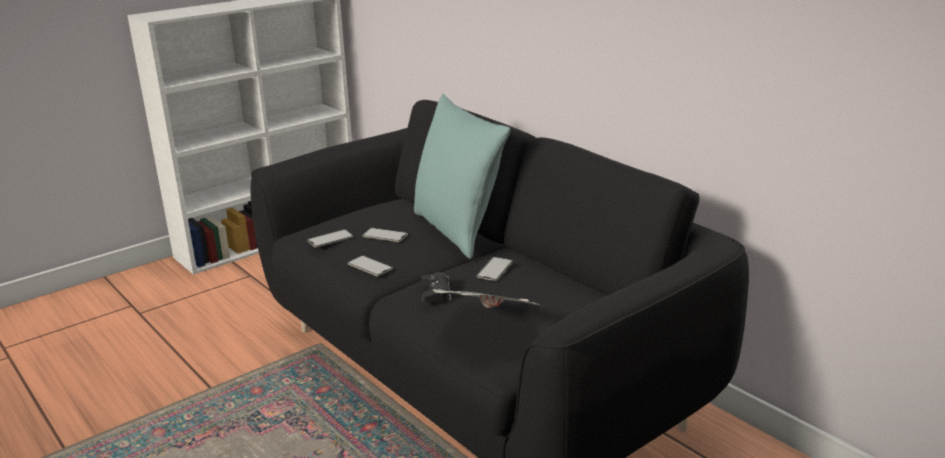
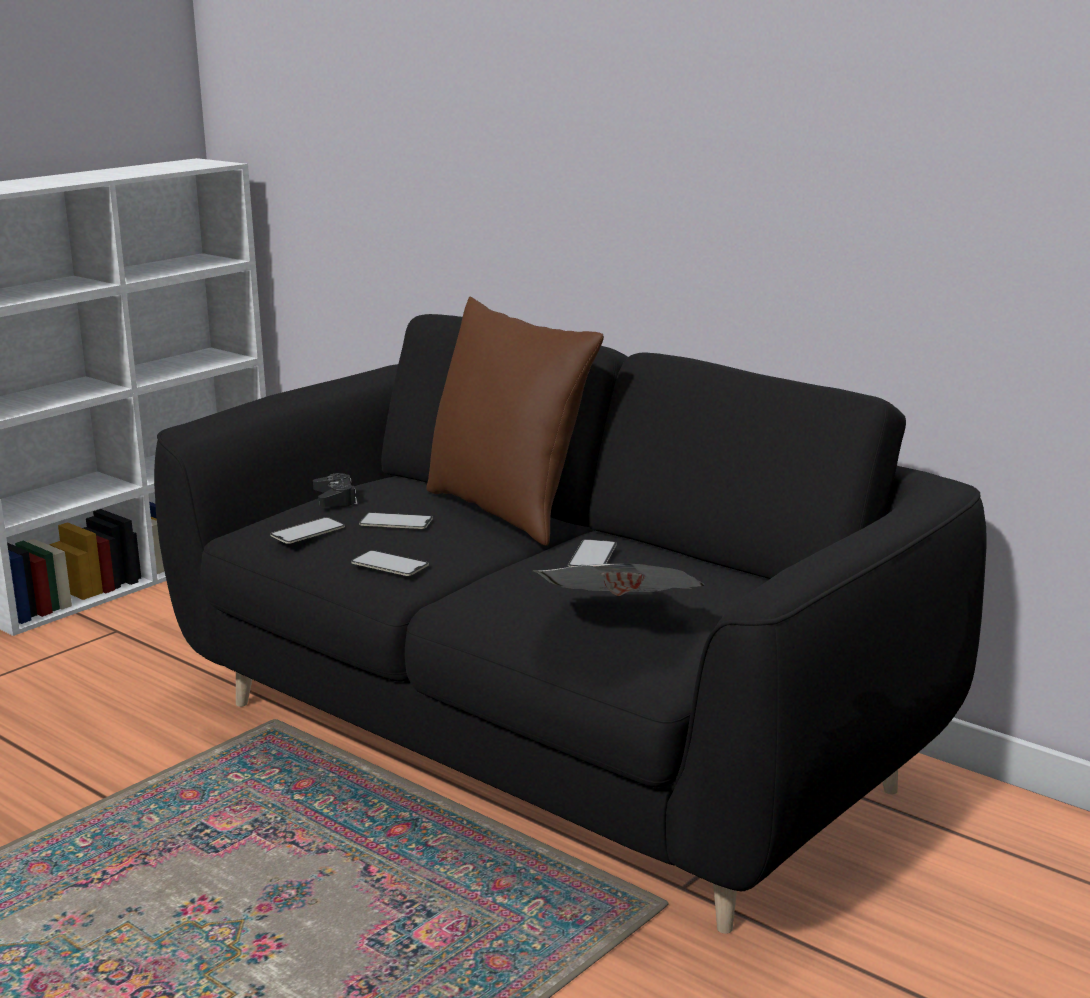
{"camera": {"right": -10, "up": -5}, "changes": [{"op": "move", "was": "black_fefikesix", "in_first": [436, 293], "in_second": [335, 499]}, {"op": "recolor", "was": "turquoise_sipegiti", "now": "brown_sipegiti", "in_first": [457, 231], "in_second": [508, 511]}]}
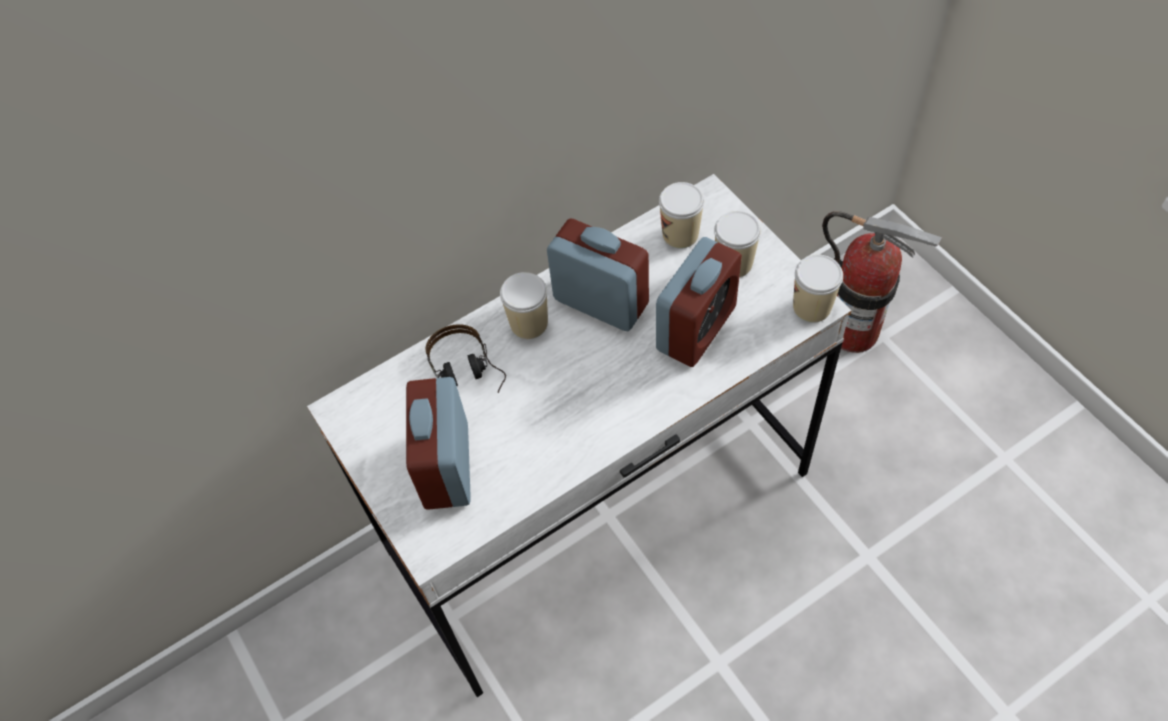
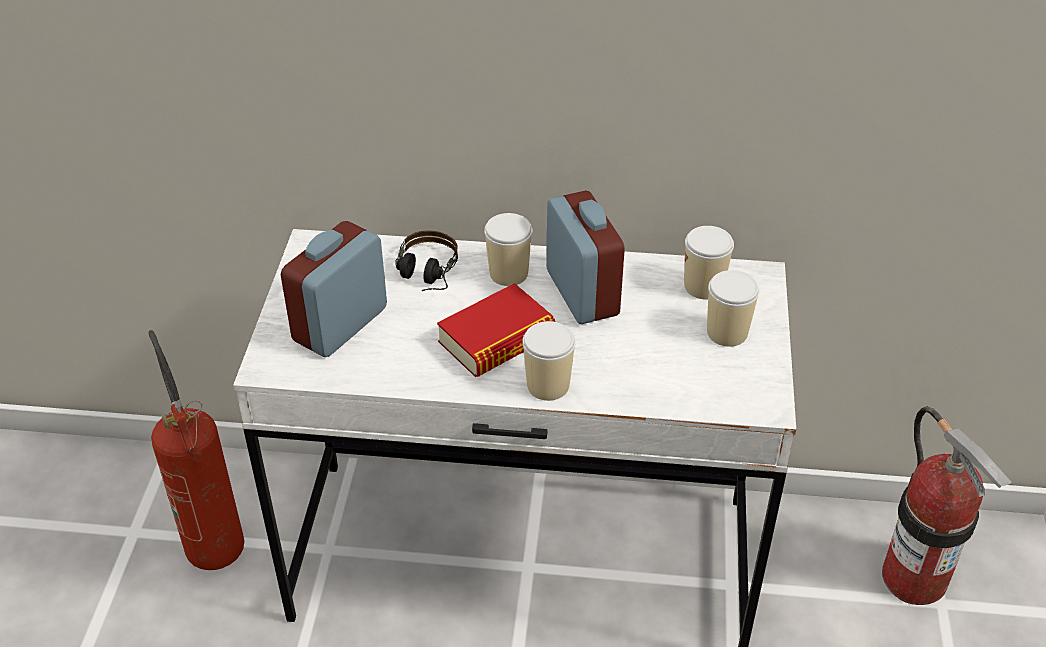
{"camera": {"right": 35, "up": -15}, "changes": [{"op": "delete", "was": "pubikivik", "in_first": [696, 328]}, {"op": "insert", "now": "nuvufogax", "in_second": [211, 537]}, {"op": "insert", "now": "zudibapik", "in_second": [497, 340]}, {"op": "move", "was": "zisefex", "in_first": [812, 307], "in_second": [548, 385]}]}
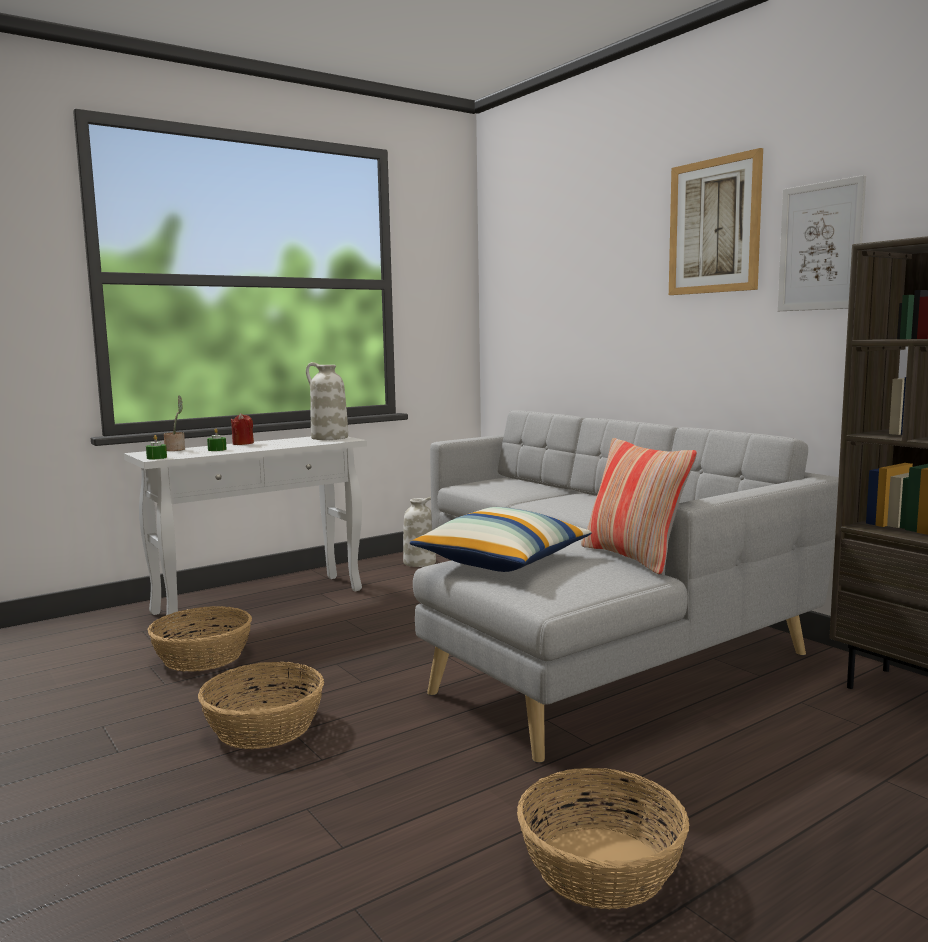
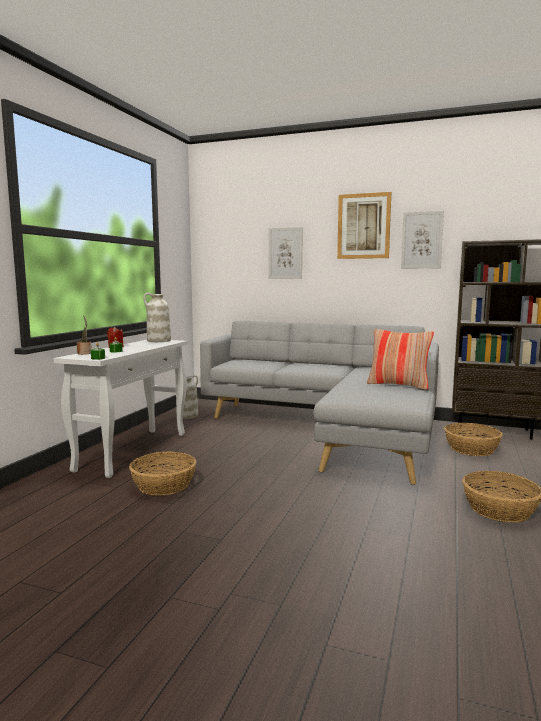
{"camera": {"right": -35, "up": 0}, "changes": [{"op": "delete", "was": "sipegiti", "in_first": [502, 562]}, {"op": "insert", "now": "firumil", "in_second": [285, 253]}, {"op": "move", "was": "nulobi", "in_first": [264, 727], "in_second": [471, 449]}]}
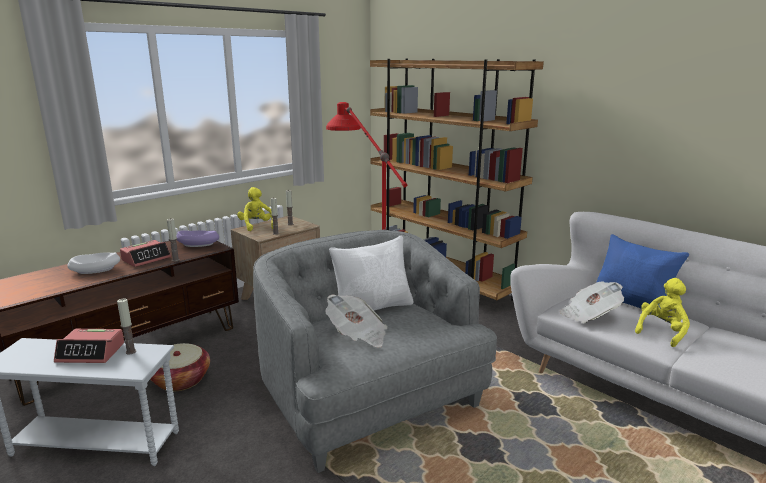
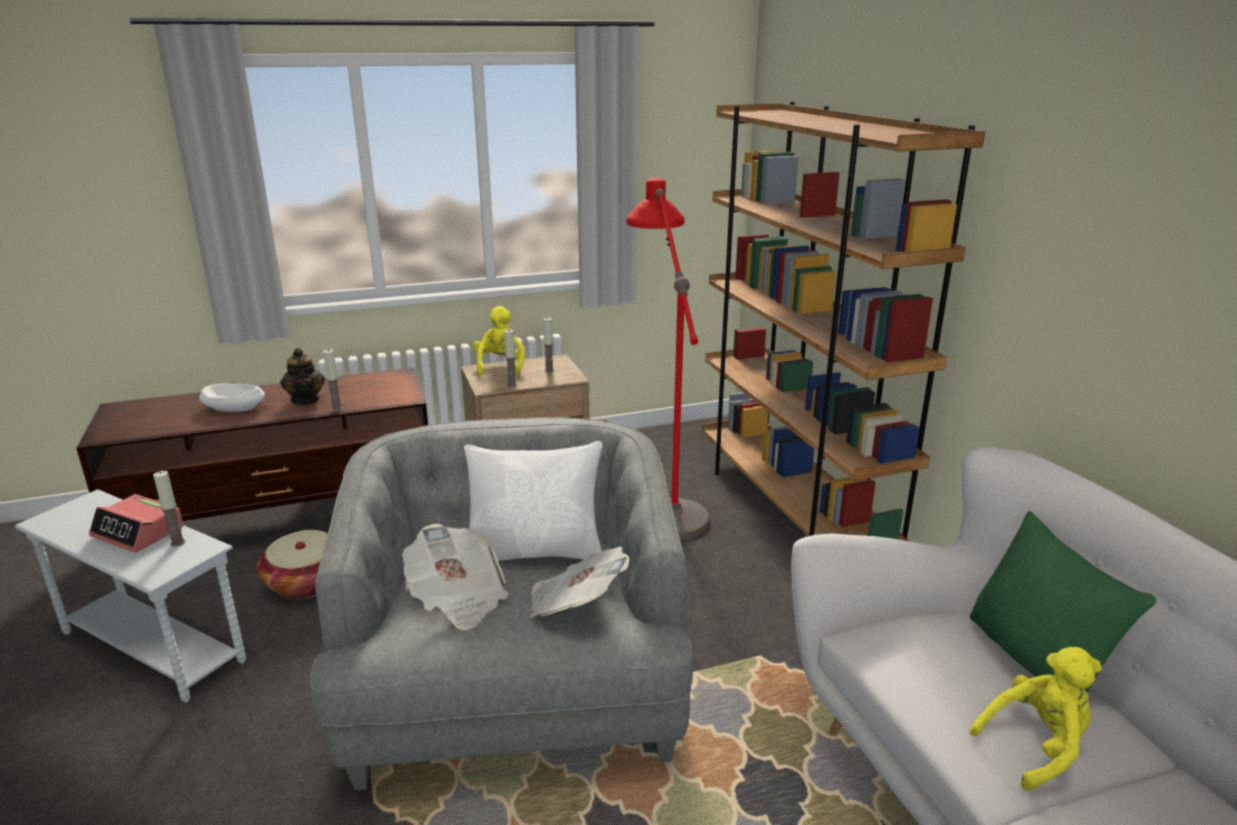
{"camera": {"right": 25, "up": 5}, "changes": [{"op": "delete", "was": "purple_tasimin", "in_first": [198, 245]}, {"op": "move", "was": "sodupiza", "in_first": [589, 315], "in_second": [576, 604]}, {"op": "replace", "was": "pubikivik", "now": "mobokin", "in_first": [146, 259], "in_second": [306, 400]}, {"op": "recolor", "was": "blue_sipegiti", "now": "green_sipegiti", "in_first": [632, 303], "in_second": [1036, 662]}]}
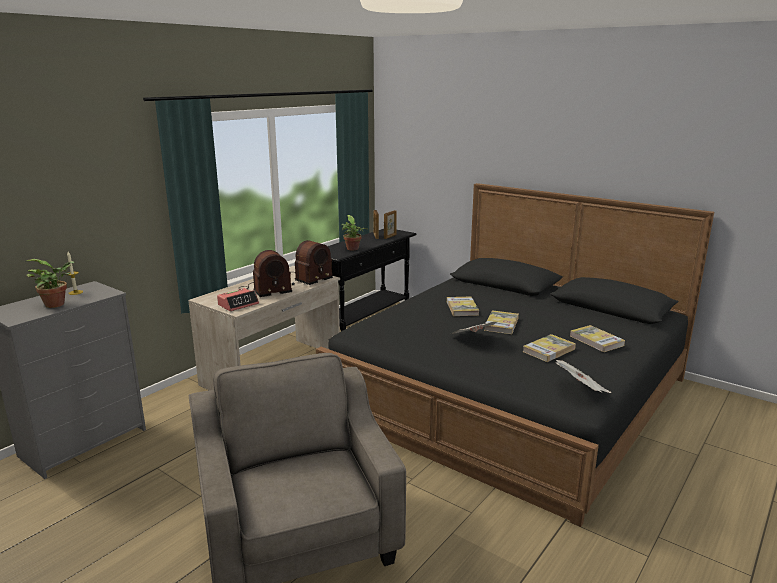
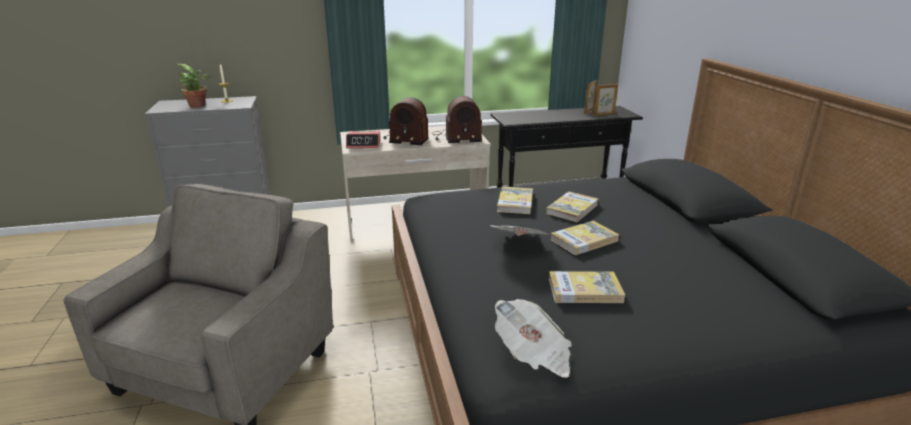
{"camera": {"right": 40, "up": 5}, "changes": [{"op": "delete", "was": "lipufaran", "in_first": [353, 249]}, {"op": "move", "was": "zudibapik", "in_first": [596, 341], "in_second": [515, 202]}]}
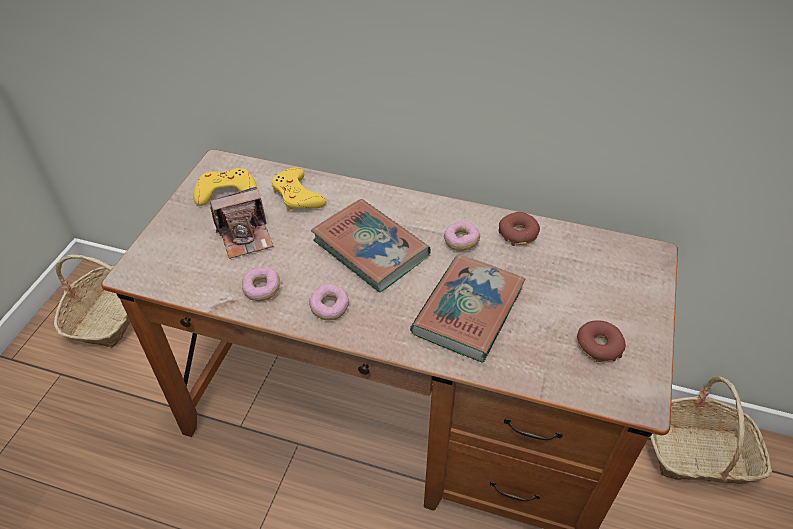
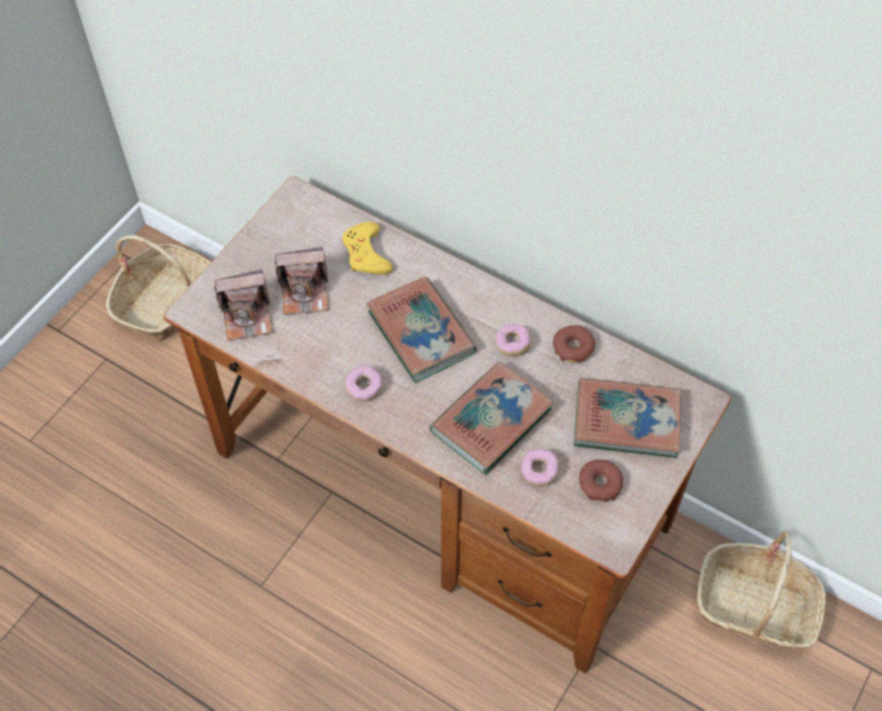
{"camera": {"right": 15, "up": 10}, "changes": [{"op": "delete", "was": "yellow_fefikesix", "in_first": [226, 192]}, {"op": "insert", "now": "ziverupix", "in_second": [247, 316]}, {"op": "insert", "now": "zudibapik", "in_second": [626, 421]}, {"op": "move", "was": "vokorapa", "in_first": [262, 289], "in_second": [539, 471]}]}
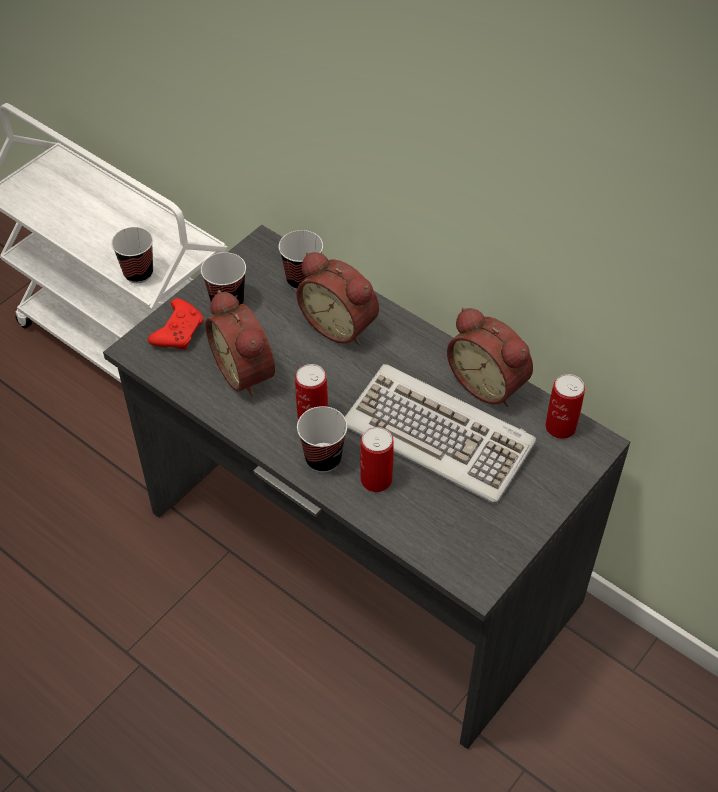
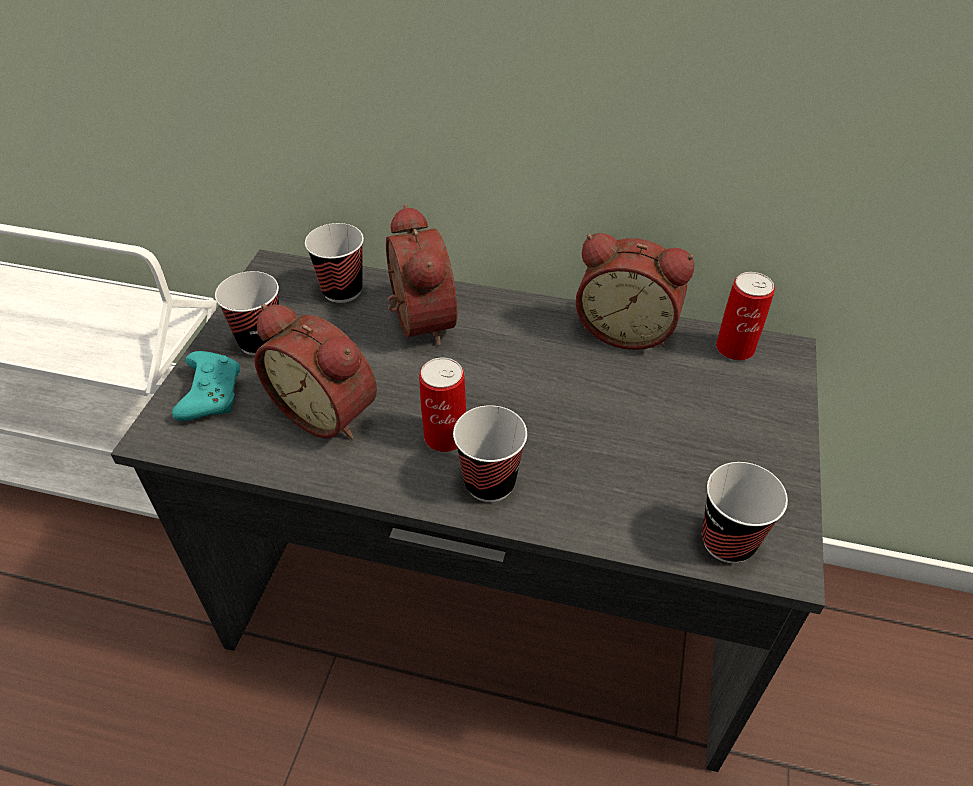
{"camera": {"right": -25, "up": -5}, "changes": [{"op": "delete", "was": "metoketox", "in_first": [439, 436]}, {"op": "delete", "was": "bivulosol", "in_first": [376, 479]}, {"op": "move", "was": "zisefex", "in_first": [138, 273], "in_second": [728, 541]}, {"op": "recolor", "was": "red_fefikesix", "now": "turquoise_fefikesix", "in_first": [179, 332], "in_second": [211, 394]}, {"op": "rotate", "was": "pubikivik", "in_first": [341, 324], "in_second": [416, 322], "clockwise": -120}]}
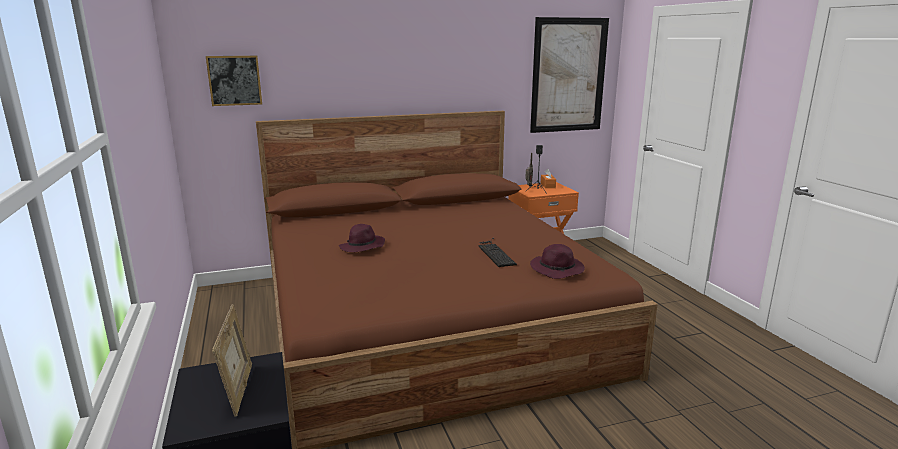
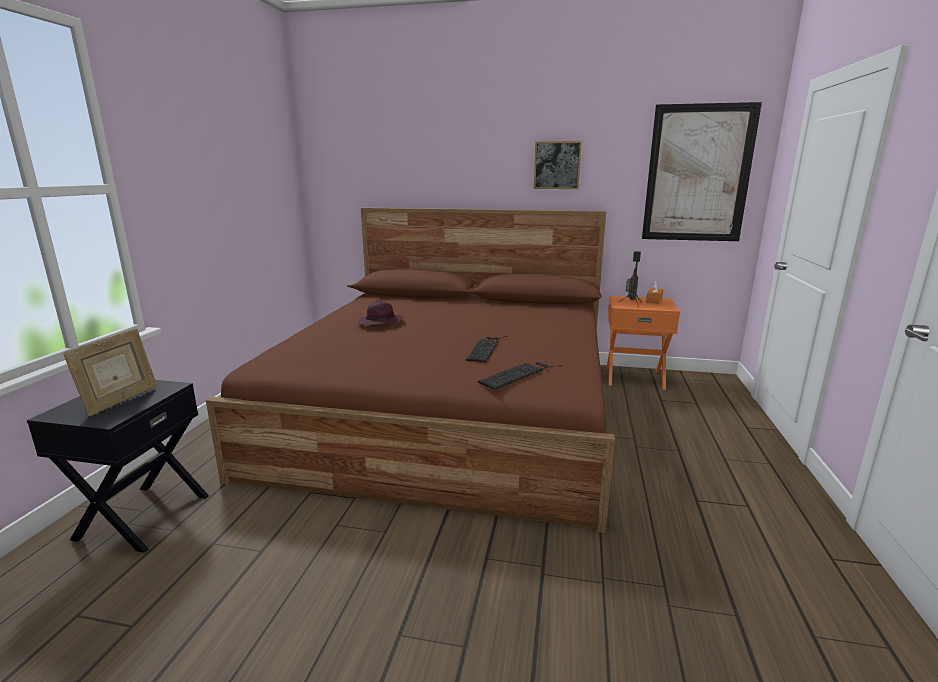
{"camera": {"right": 30, "up": 0}, "changes": [{"op": "move", "was": "firumil", "in_first": [234, 80], "in_second": [557, 165]}, {"op": "replace", "was": "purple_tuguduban", "now": "metoketox", "in_first": [558, 269], "in_second": [518, 374]}]}
